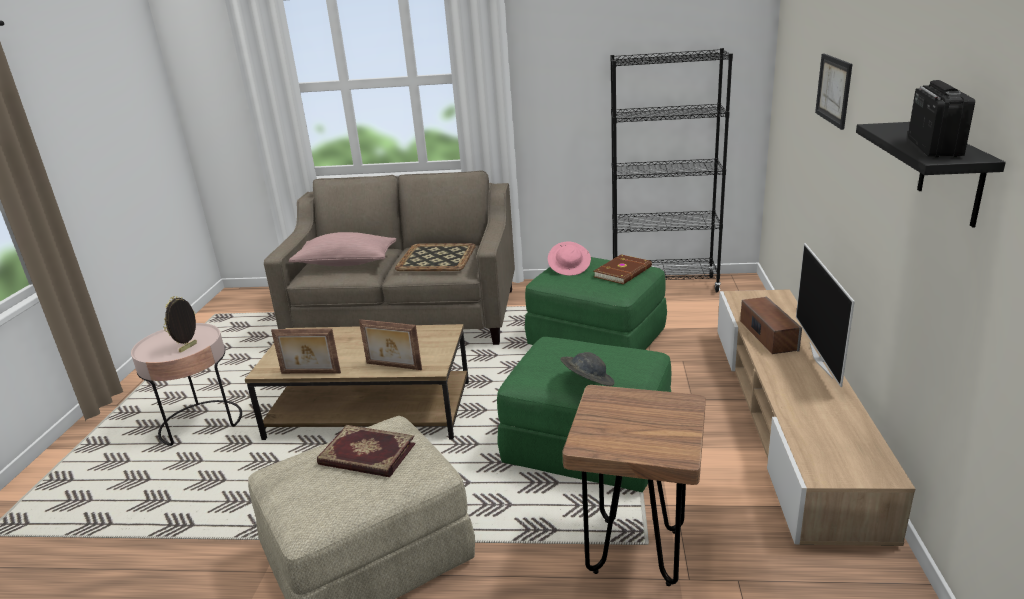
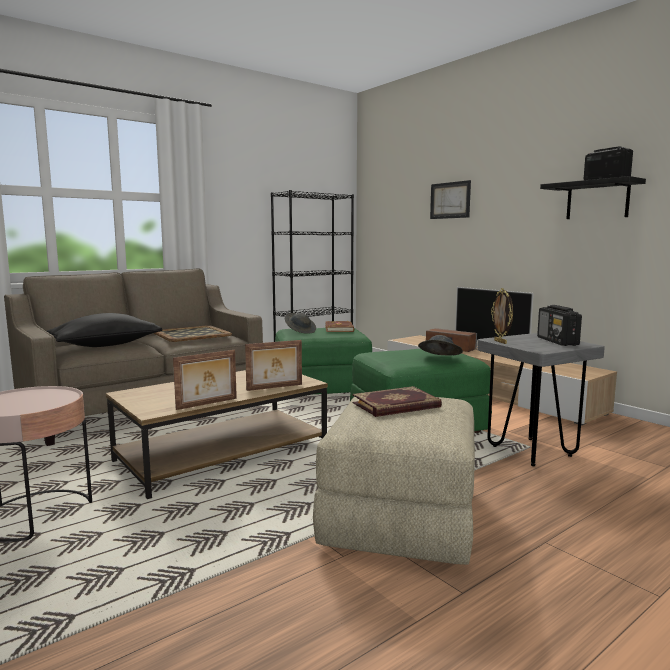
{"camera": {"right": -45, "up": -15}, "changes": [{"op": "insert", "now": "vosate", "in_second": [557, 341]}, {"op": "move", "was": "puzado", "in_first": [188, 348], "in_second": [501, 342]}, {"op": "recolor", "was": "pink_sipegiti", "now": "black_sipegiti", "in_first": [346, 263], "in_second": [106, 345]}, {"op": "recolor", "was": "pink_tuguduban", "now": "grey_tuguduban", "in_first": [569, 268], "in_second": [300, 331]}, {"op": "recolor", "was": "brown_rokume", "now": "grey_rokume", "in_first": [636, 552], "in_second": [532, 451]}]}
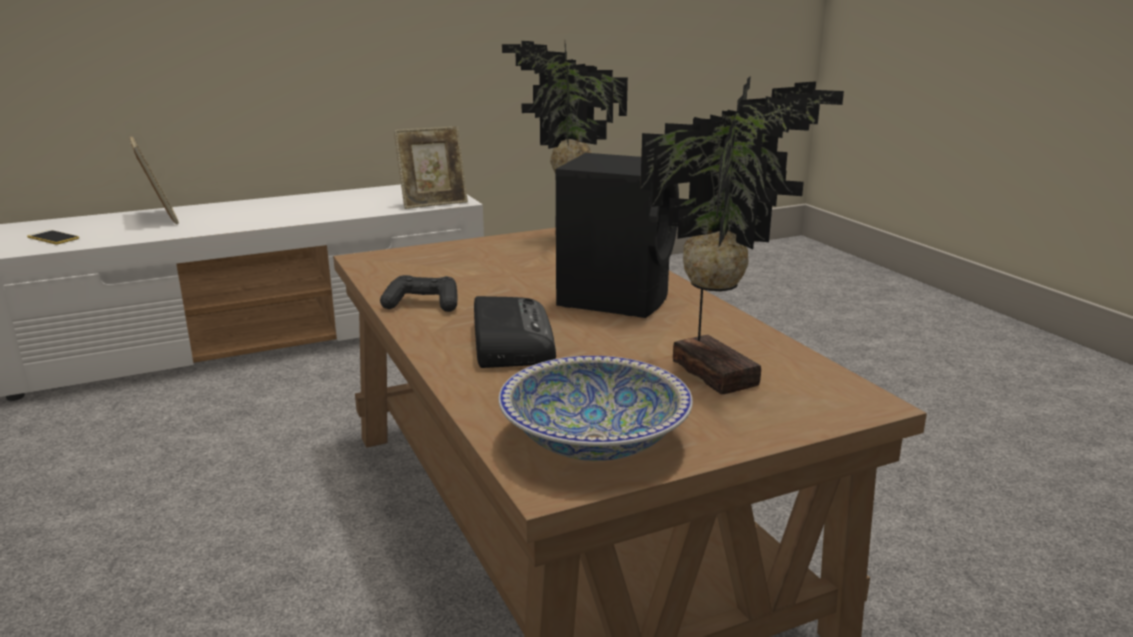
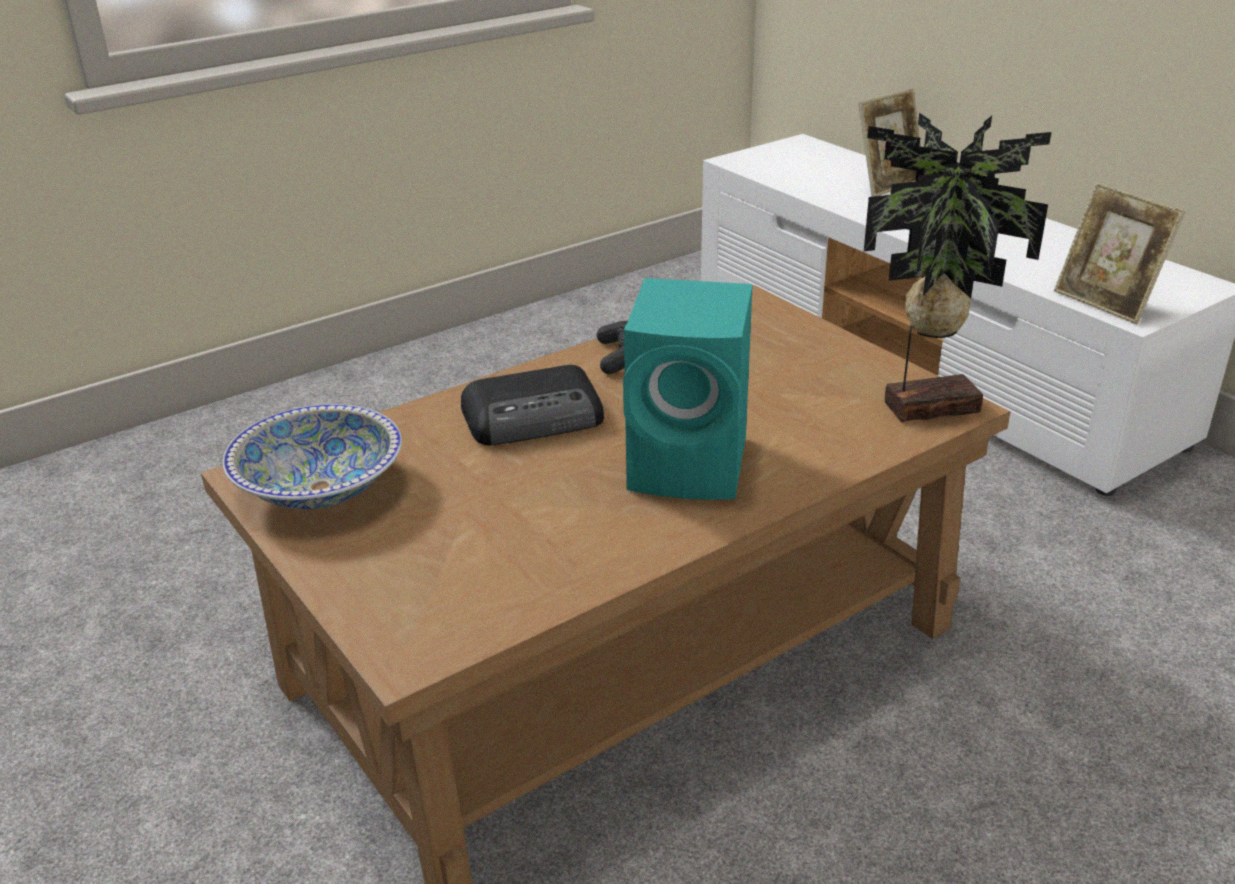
{"camera": {"right": 80, "up": 10}, "changes": [{"op": "delete", "was": "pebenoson", "in_first": [53, 238]}, {"op": "delete", "was": "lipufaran", "in_first": [718, 371]}, {"op": "recolor", "was": "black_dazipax", "now": "turquoise_dazipax", "in_first": [616, 297], "in_second": [693, 465]}]}
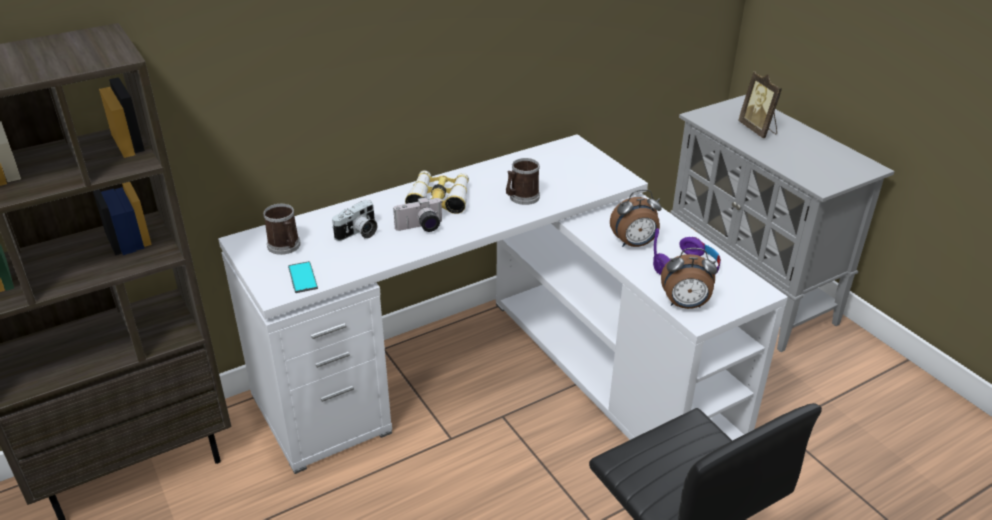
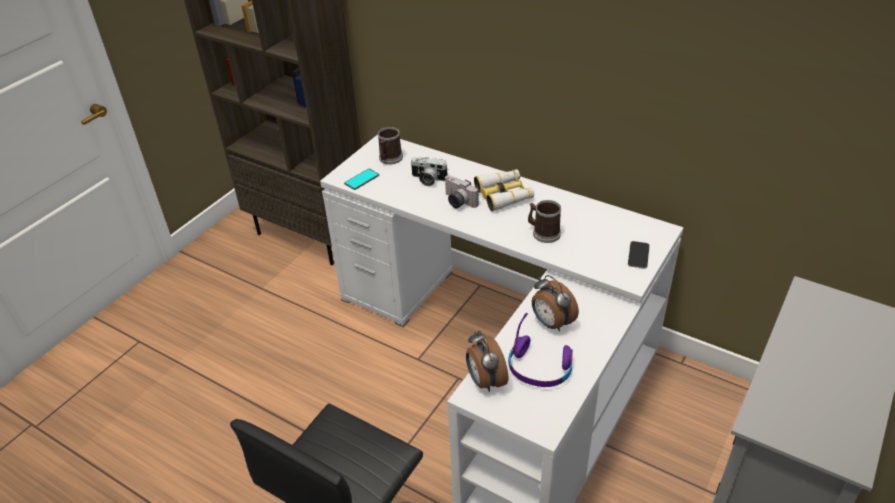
{"camera": {"right": 65, "up": 5}, "changes": [{"op": "delete", "was": "puzado", "in_first": [758, 130]}, {"op": "insert", "now": "pebenoson", "in_second": [638, 255]}]}
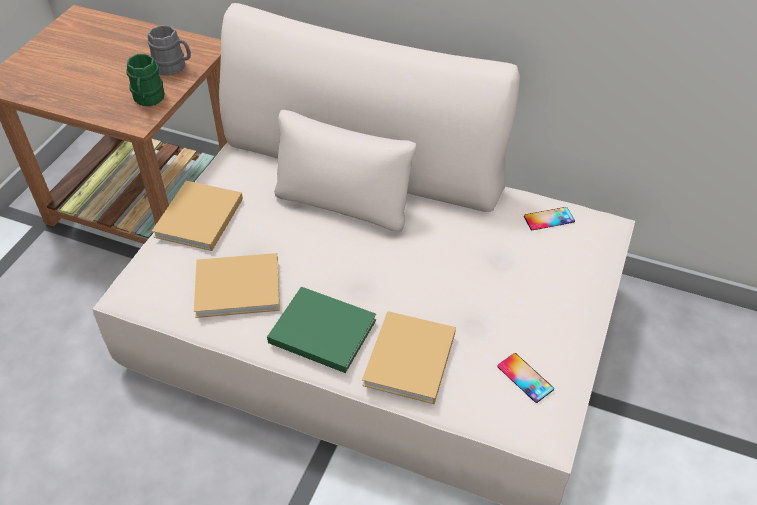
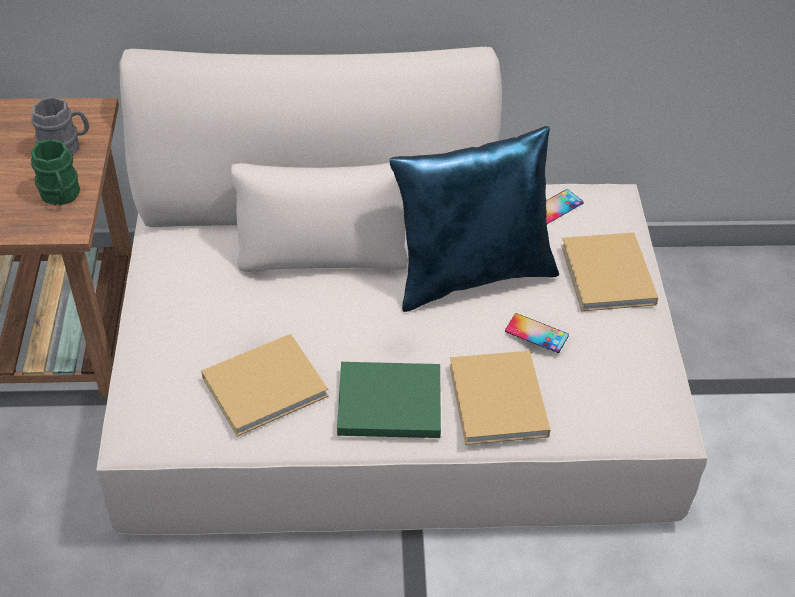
{"camera": {"right": -25, "up": 0}, "changes": [{"op": "insert", "now": "blue_sipegiti", "in_second": [472, 274]}, {"op": "move", "was": "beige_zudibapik", "in_first": [198, 219], "in_second": [608, 277]}, {"op": "move", "was": "pebenoson", "in_first": [525, 377], "in_second": [536, 333]}]}
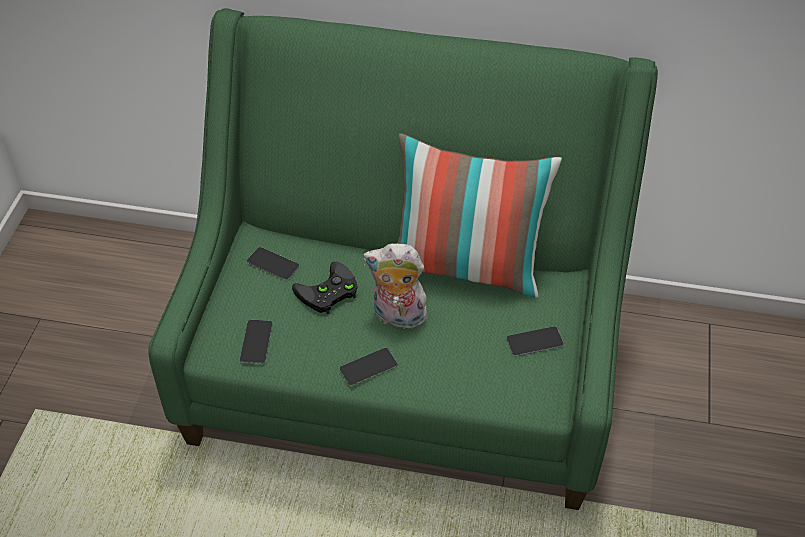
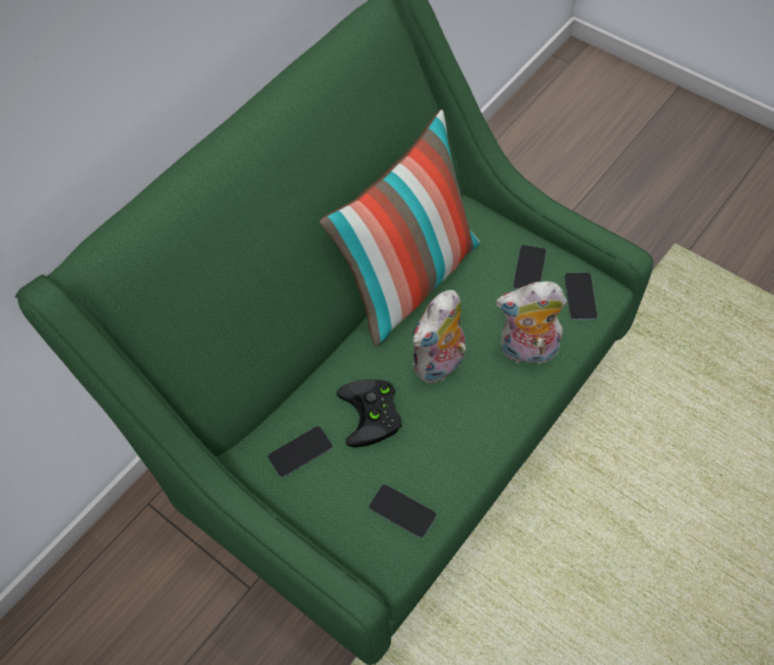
{"camera": {"right": -60, "up": 10}, "changes": [{"op": "insert", "now": "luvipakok", "in_second": [527, 352]}, {"op": "move", "was": "pebenoson", "in_first": [368, 367], "in_second": [580, 296]}]}
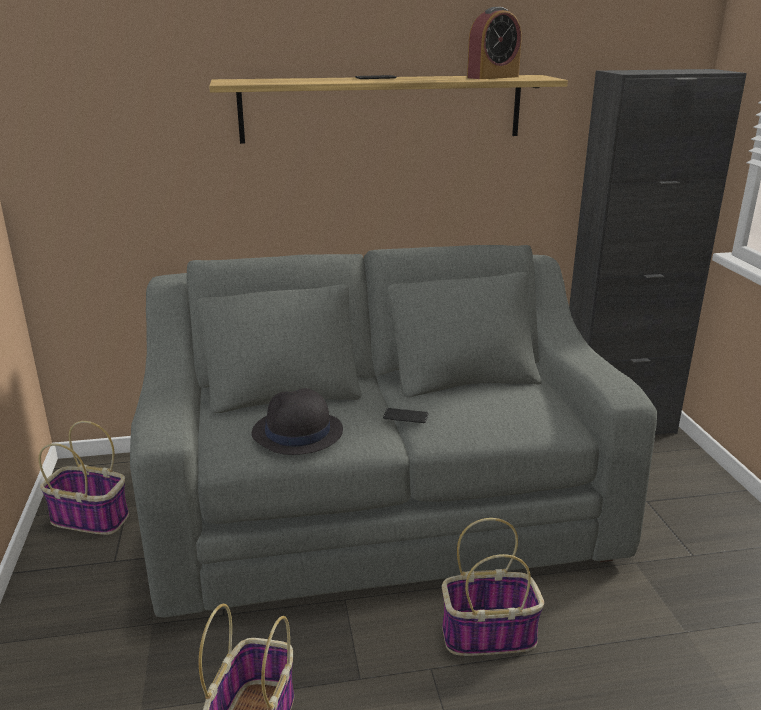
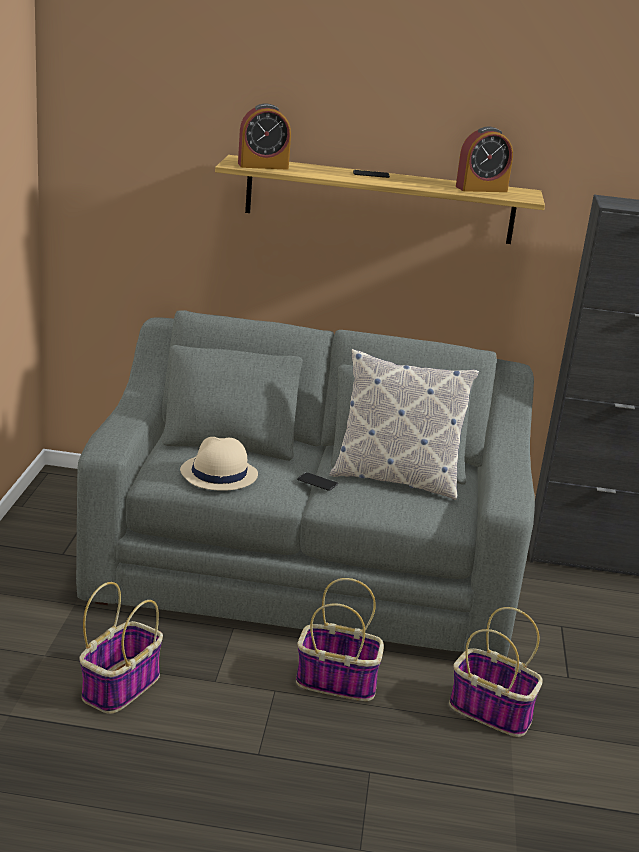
{"camera": {"right": 15, "up": 0}, "changes": [{"op": "insert", "now": "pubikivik", "in_second": [263, 166]}, {"op": "insert", "now": "sipegiti", "in_second": [396, 479]}, {"op": "move", "was": "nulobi", "in_first": [91, 518], "in_second": [492, 712]}, {"op": "recolor", "was": "black_tuguduban", "now": "beige_tuguduban", "in_first": [297, 433], "in_second": [218, 474]}]}
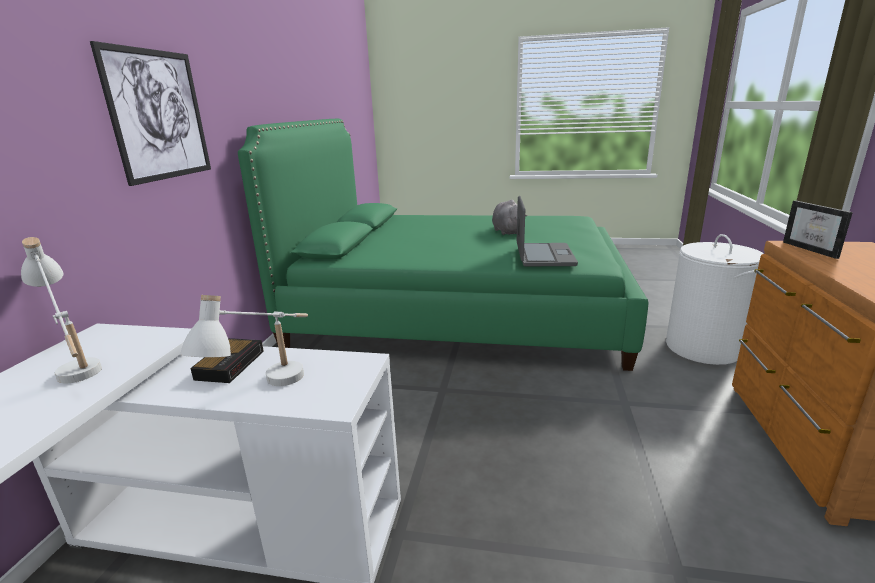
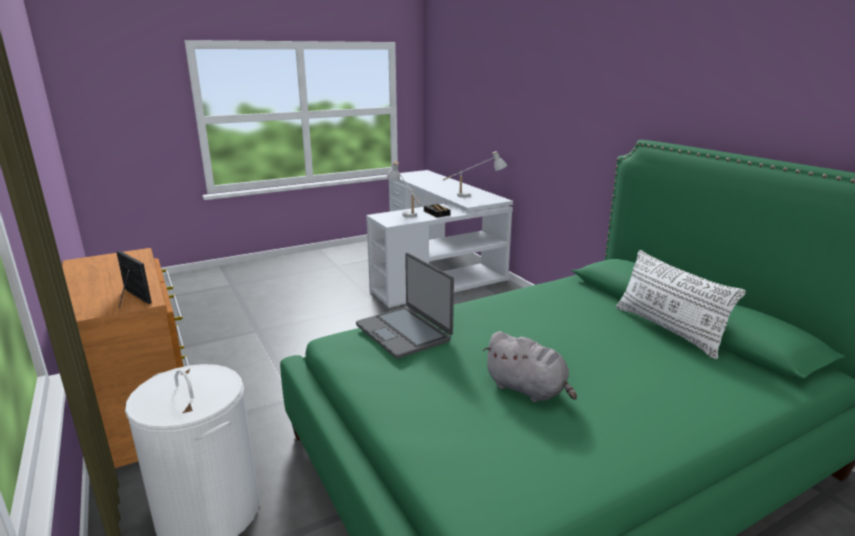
{"camera": {"right": 140, "up": 0}, "changes": [{"op": "delete", "was": "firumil", "in_first": [159, 115]}, {"op": "insert", "now": "white_sipegiti", "in_second": [668, 329]}]}
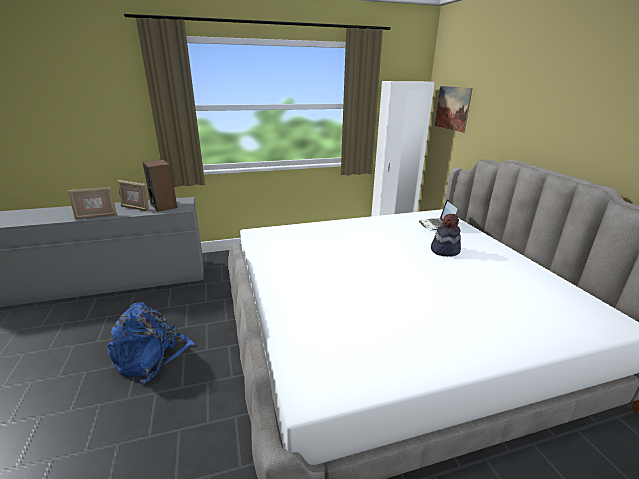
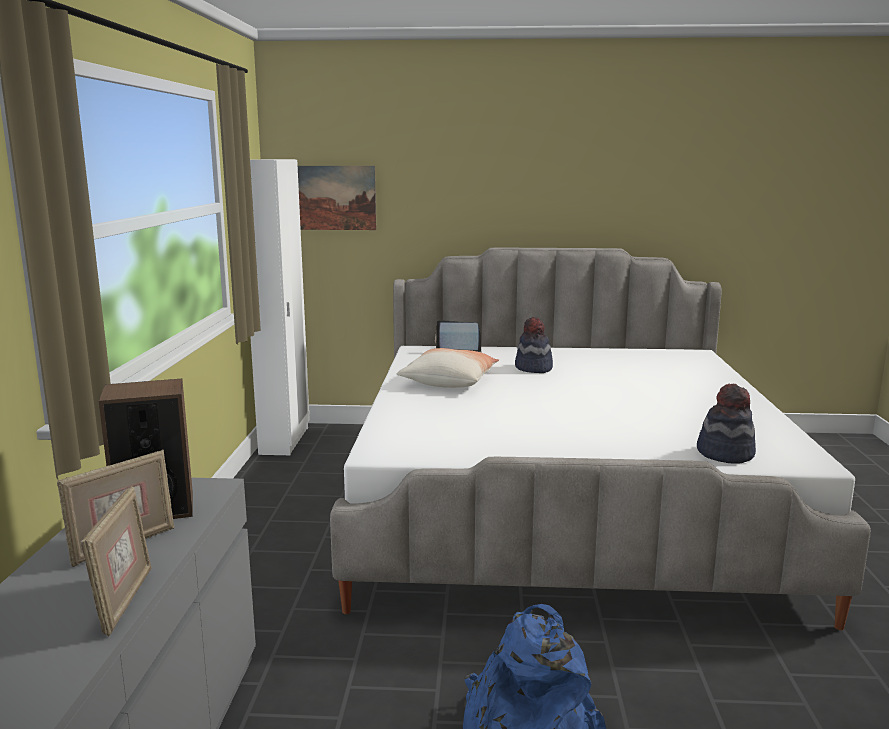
{"camera": {"right": -70, "up": -10}, "changes": [{"op": "insert", "now": "sipegiti", "in_second": [449, 381]}, {"op": "insert", "now": "tuguduban", "in_second": [725, 454]}]}
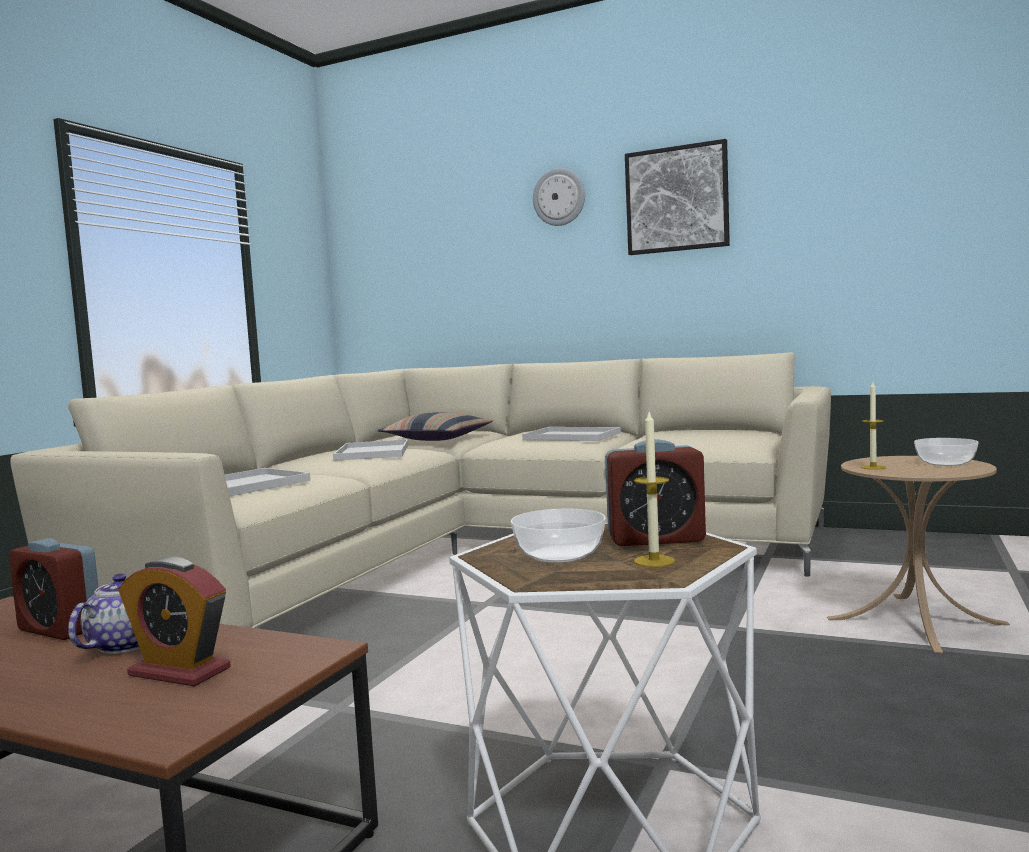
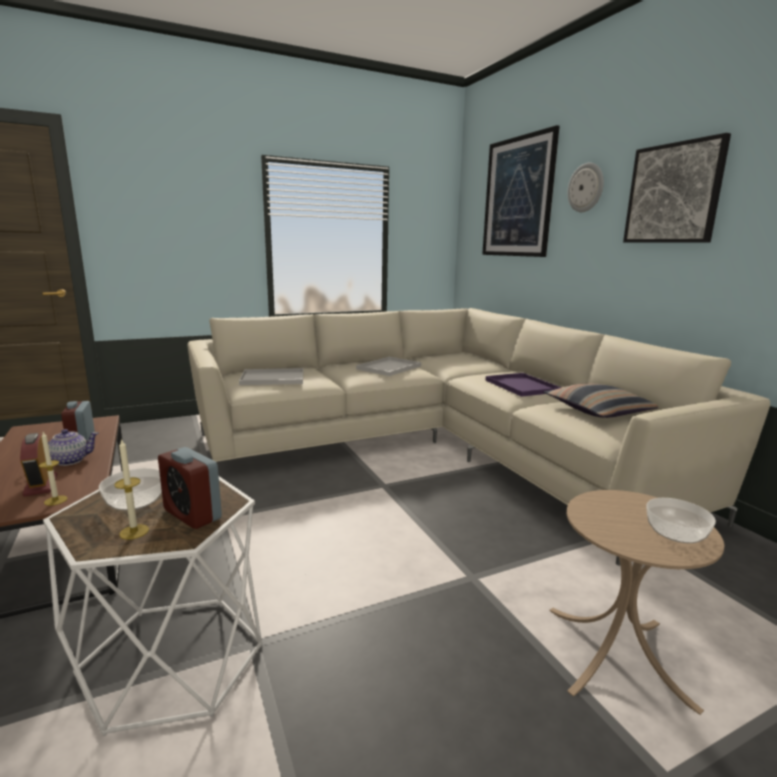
{"camera": {"right": 40, "up": 10}, "changes": [{"op": "insert", "now": "firumil", "in_second": [517, 197]}, {"op": "move", "was": "sipegiti", "in_first": [437, 439], "in_second": [599, 411]}, {"op": "move", "was": "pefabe", "in_first": [873, 467], "in_second": [55, 500]}, {"op": "recolor", "was": "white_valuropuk", "now": "purple_valuropuk", "in_first": [574, 436], "in_second": [523, 386]}]}
